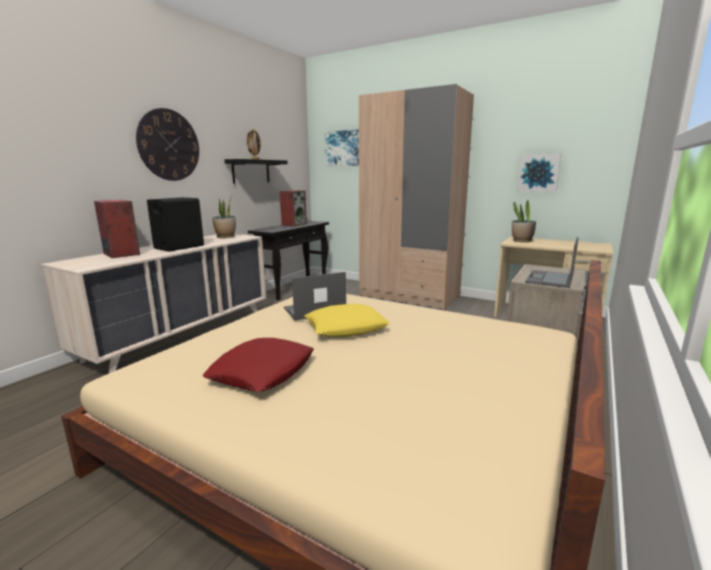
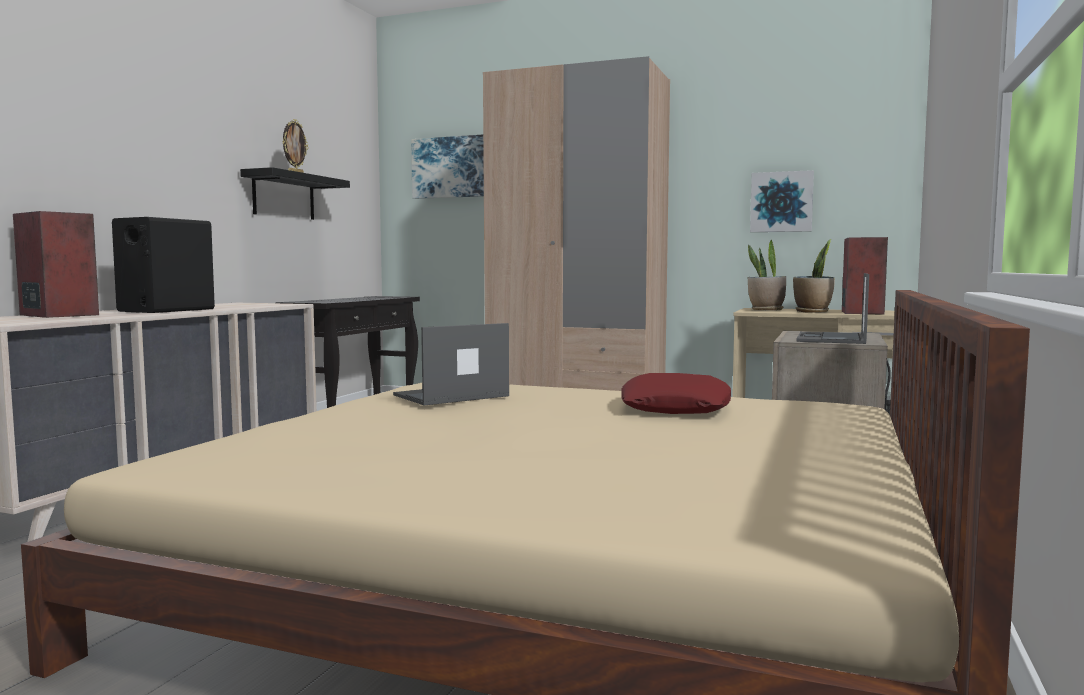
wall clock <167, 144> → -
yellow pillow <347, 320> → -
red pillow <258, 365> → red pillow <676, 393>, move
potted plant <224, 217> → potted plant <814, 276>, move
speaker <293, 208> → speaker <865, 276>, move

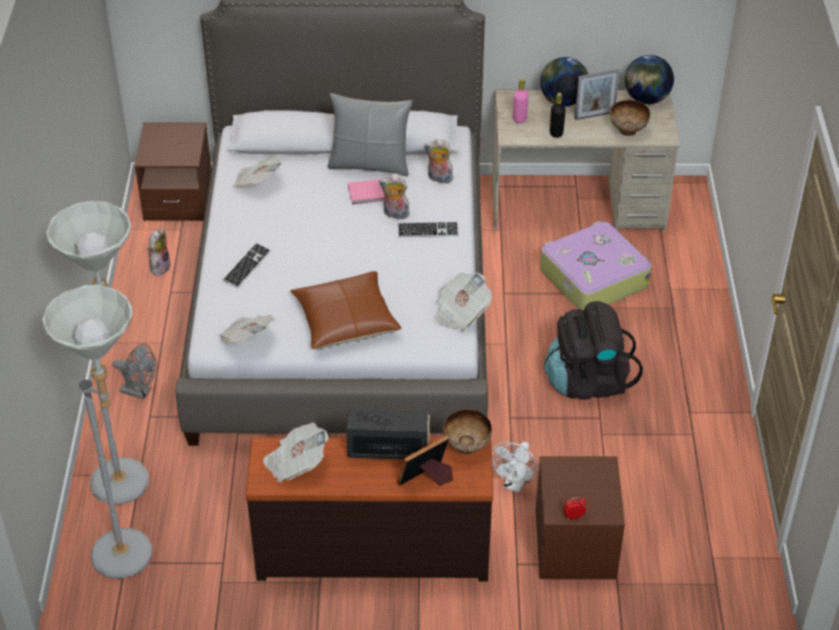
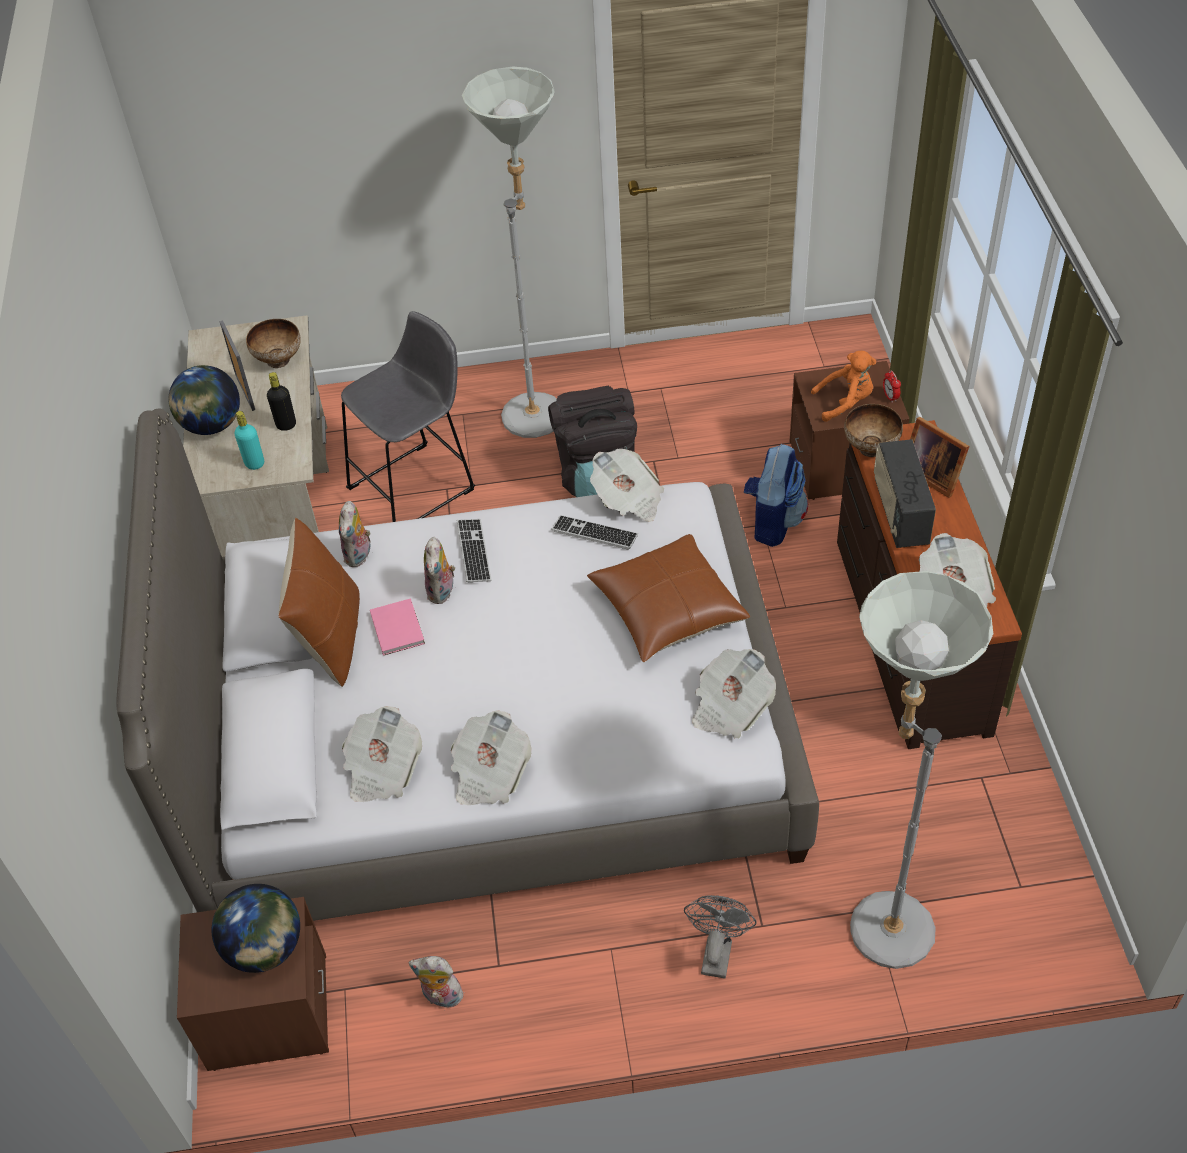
- → newspaper <491, 757>
- → orange plush toy <843, 386>
grey floor lamp <97, 432> → grey floor lamp <509, 252>, move
keyboard <247, 265> → keyboard <595, 532>, move
globe <649, 79> → globe <256, 928>, move
white fan <514, 467> → backpack <776, 495>
suitcase <596, 266> → grey stool <408, 416>
grey pillow <370, 134> → brown pillow <319, 602>
pink bottle <521, 101> → turquoise bottle <249, 440>

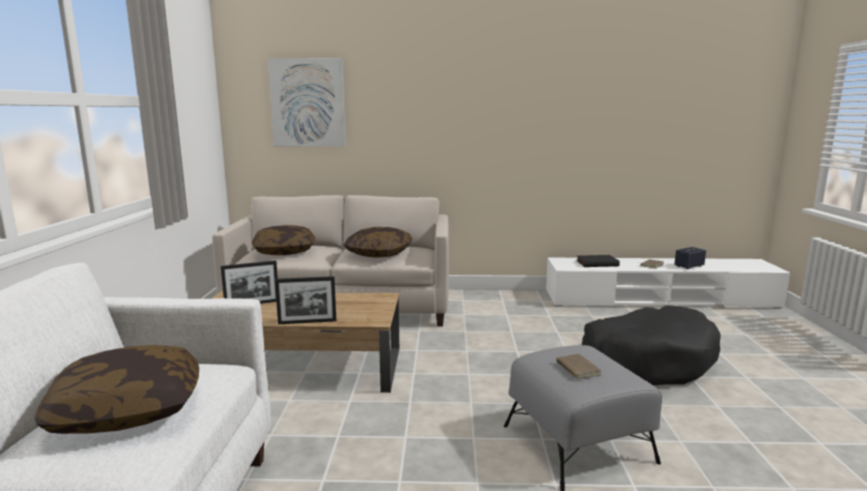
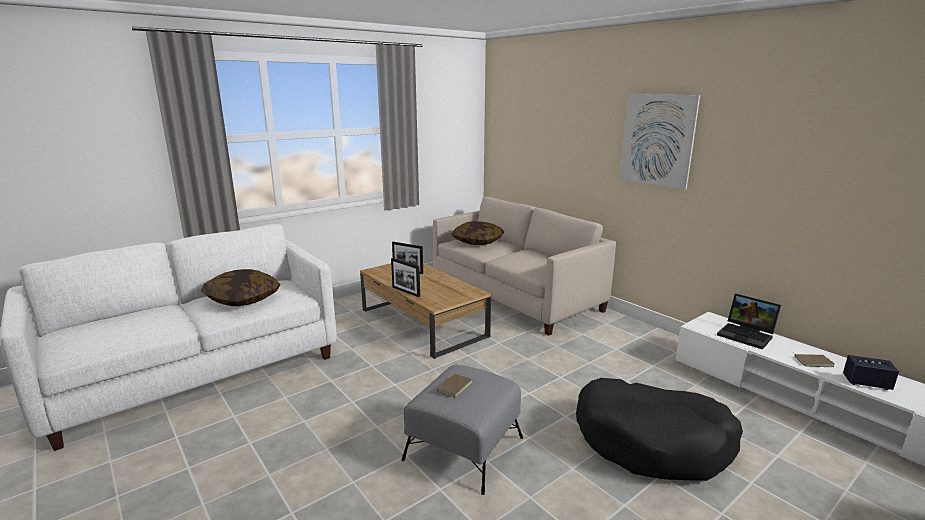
pillow <378, 242> → -
picture <307, 102> → picture <660, 142>, move
black book <598, 261> → laptop <749, 322>

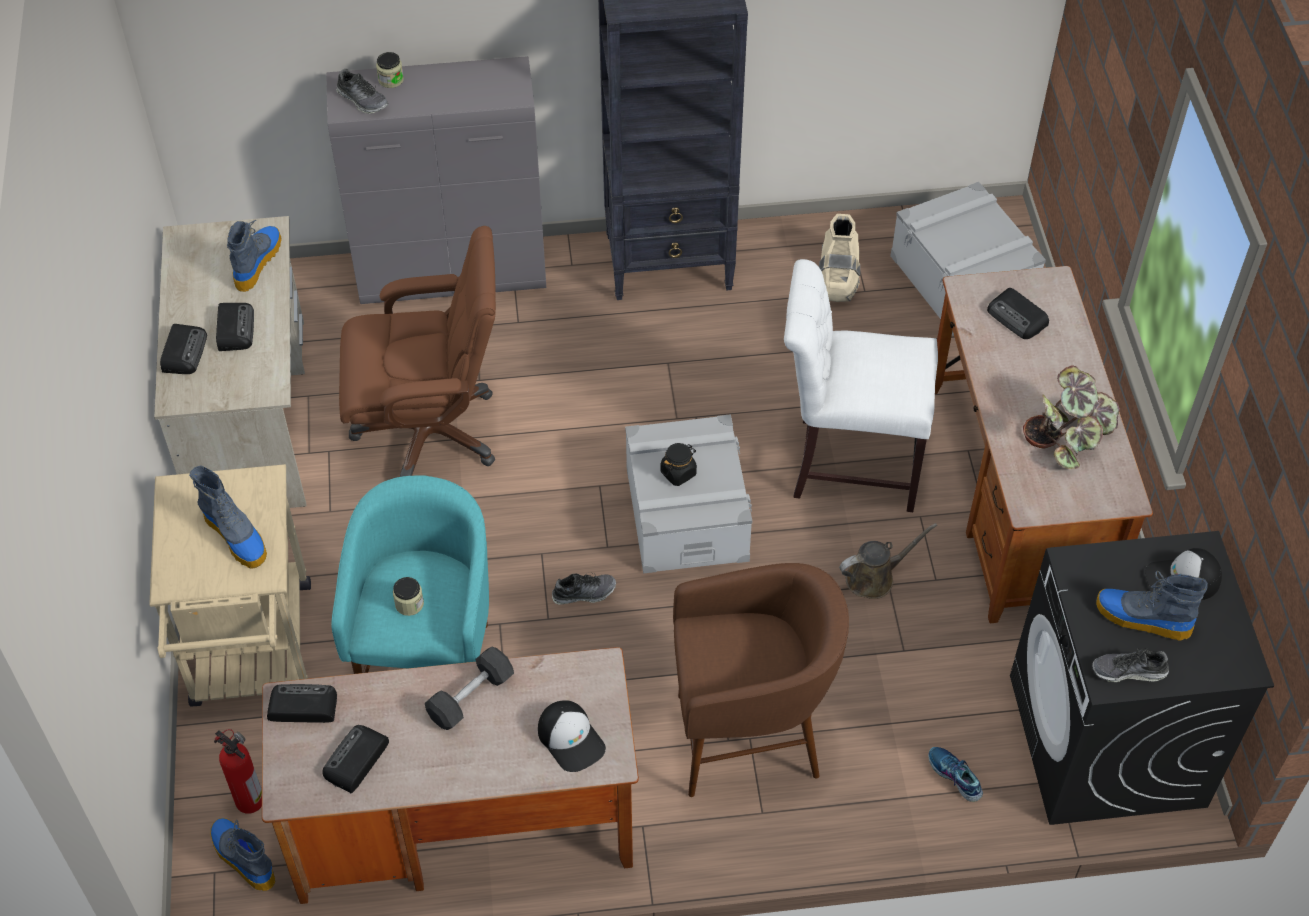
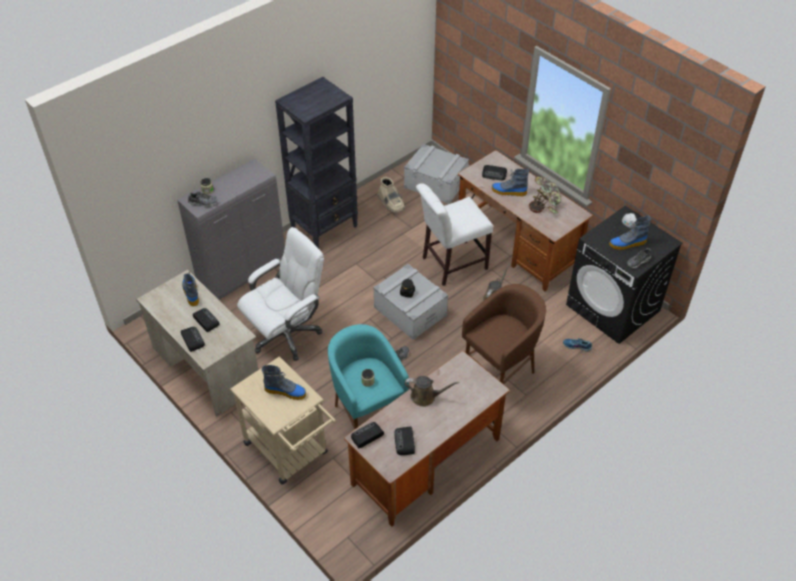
fire extinguisher <238, 771> → -
cap <572, 736> → -
boot <242, 854> → boot <510, 183>, move
grey dumbbell <469, 688> → brown watering can <431, 391>
brown office chair <417, 351> → white office chair <280, 294>

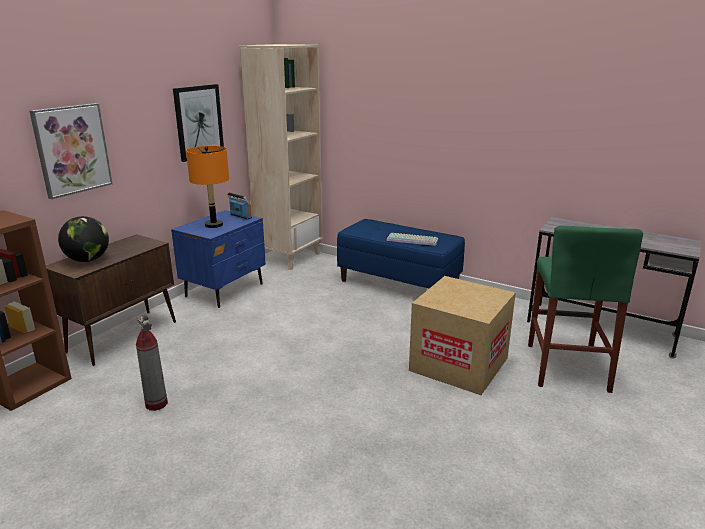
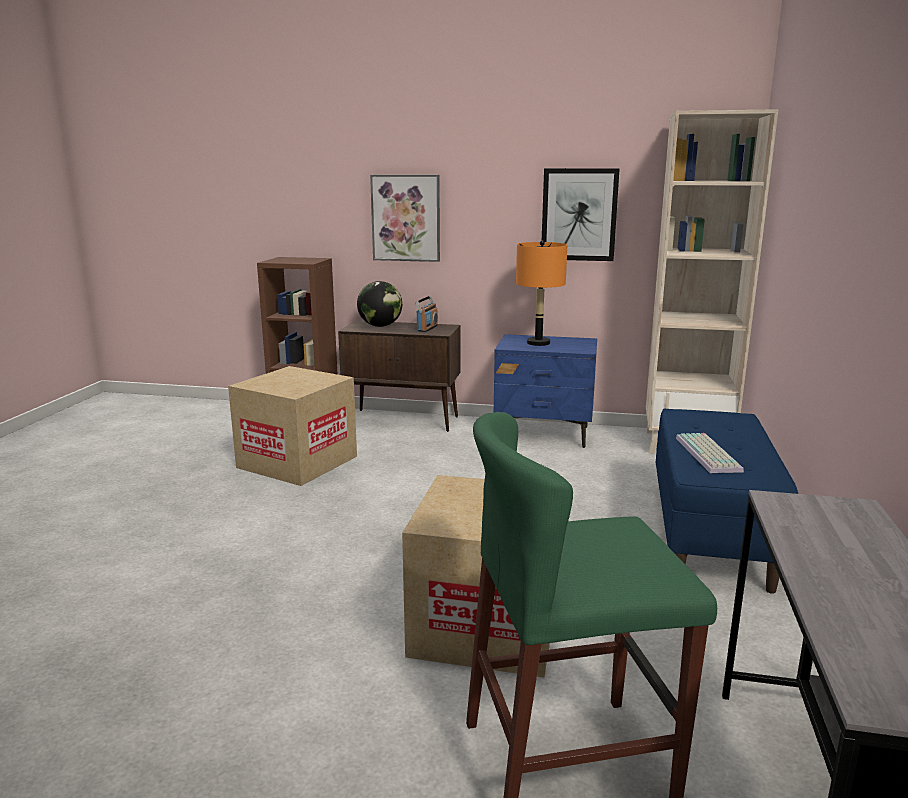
radio <239, 206> → radio <426, 314>, move
fire extinguisher <152, 362> → cardboard box <292, 426>

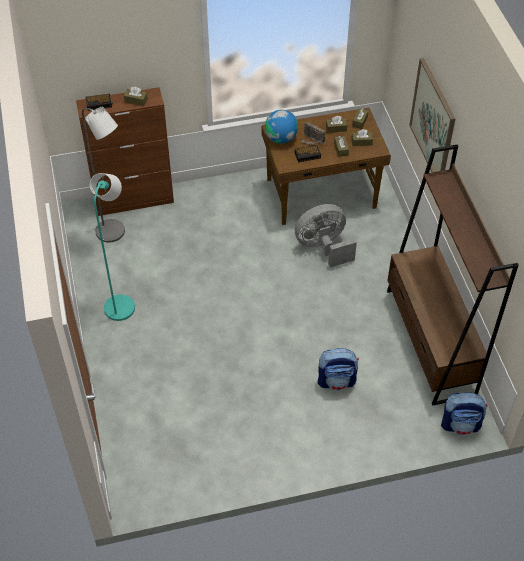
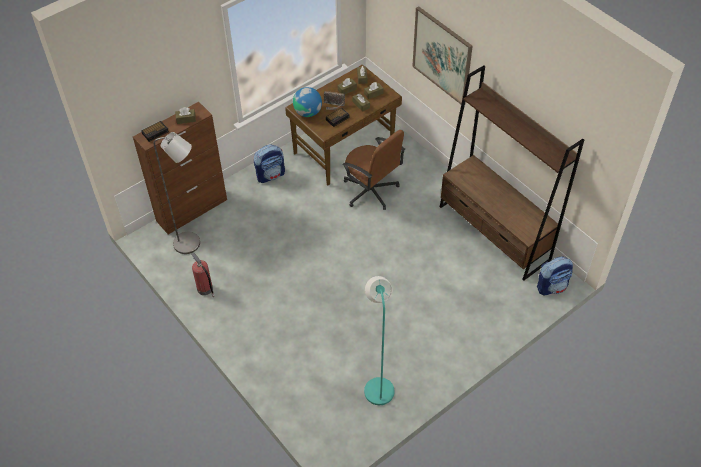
- → fire extinguisher <203, 275>
turquoise floor lamp <112, 247> → turquoise floor lamp <379, 340>, move
backpack <338, 369> → backpack <269, 163>, move
grey fan <326, 235> → brown office chair <373, 170>

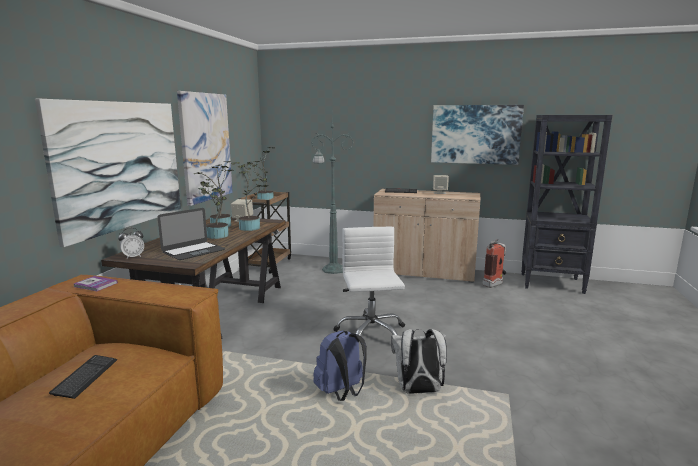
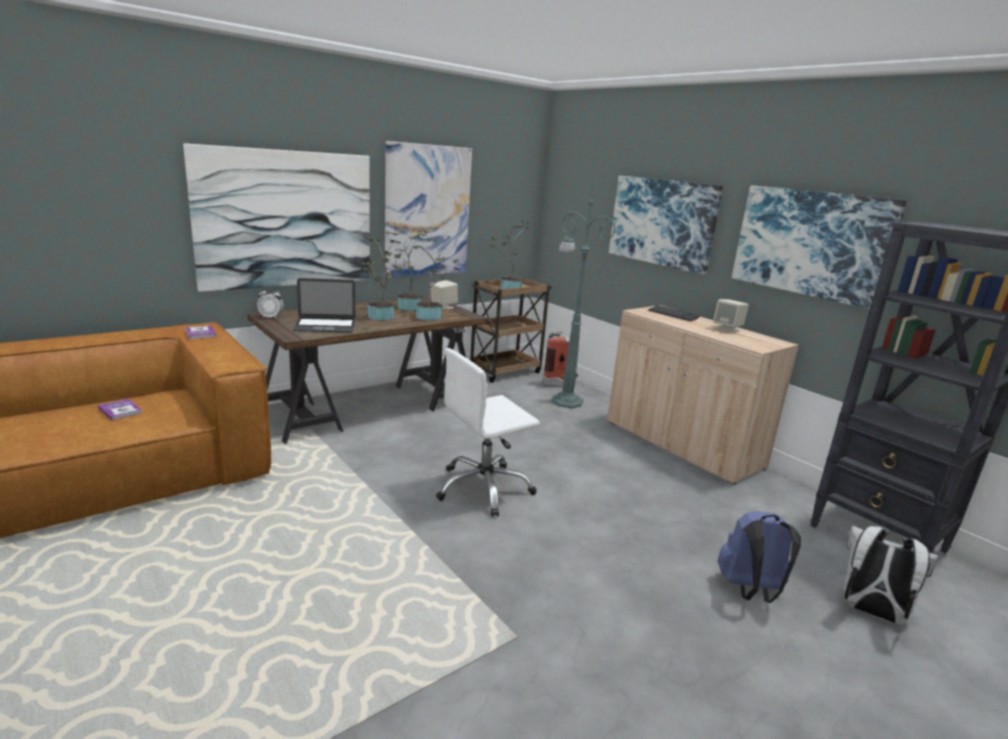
- → picture <666, 225>
blue backpack <340, 365> → blue backpack <759, 557>, move
white backpack <419, 361> → white backpack <891, 574>, move
fire extinguisher <494, 263> → fire extinguisher <560, 359>, move
keyboard <83, 377> → book <120, 410>
white office chair <369, 281> → white office chair <488, 432>, 150 degrees counterclockwise

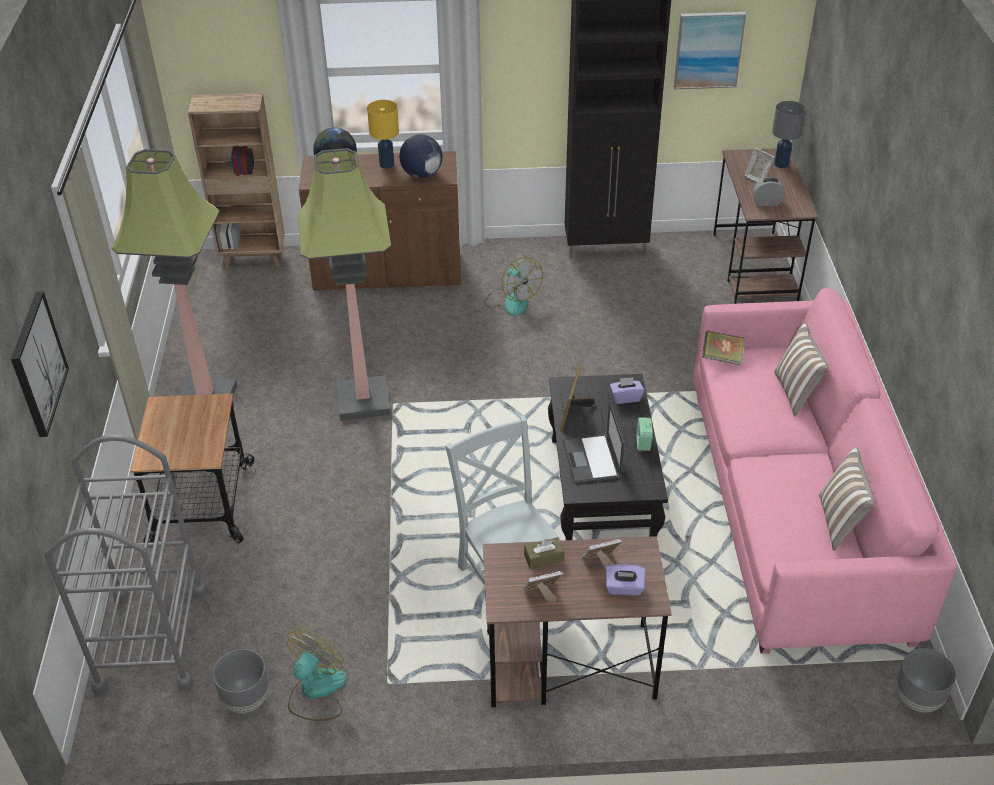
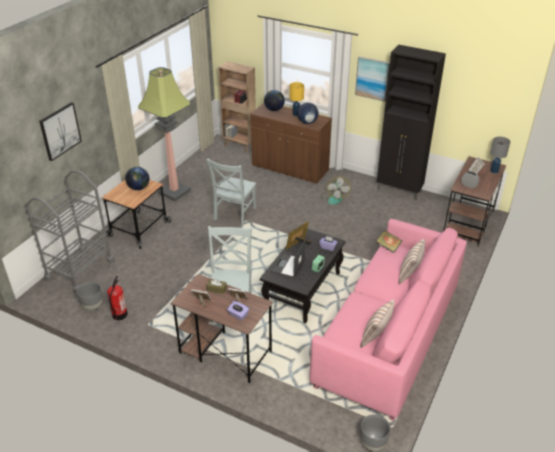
- → globe <137, 178>
picture <710, 50> → picture <372, 79>, move
fan <317, 674> → fire extinguisher <117, 298>
floor lamp <344, 284> → grey chair <231, 192>

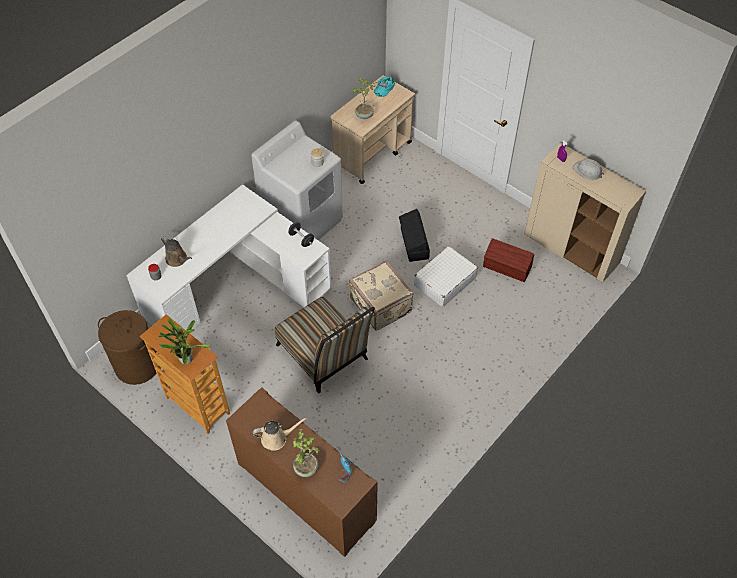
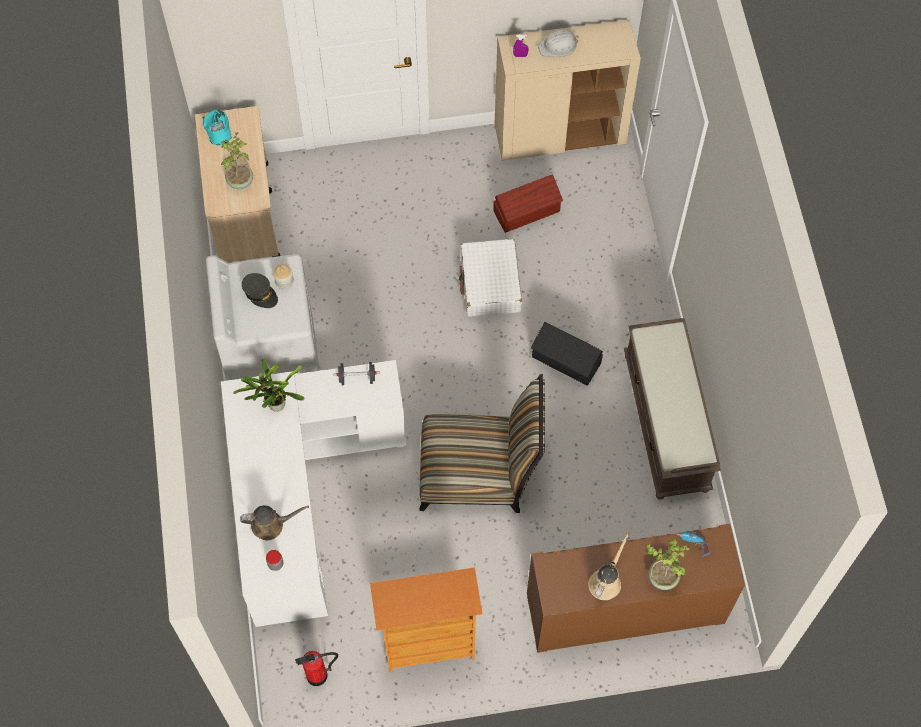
beige suitcase <381, 295> → -
- → grey cap <260, 290>
- → brown bench <672, 409>
potted plant <184, 341> → potted plant <269, 385>, move
black storage box <414, 235> → black storage box <567, 354>, move
brown laundry basket <127, 347> → fire extinguisher <316, 668>

